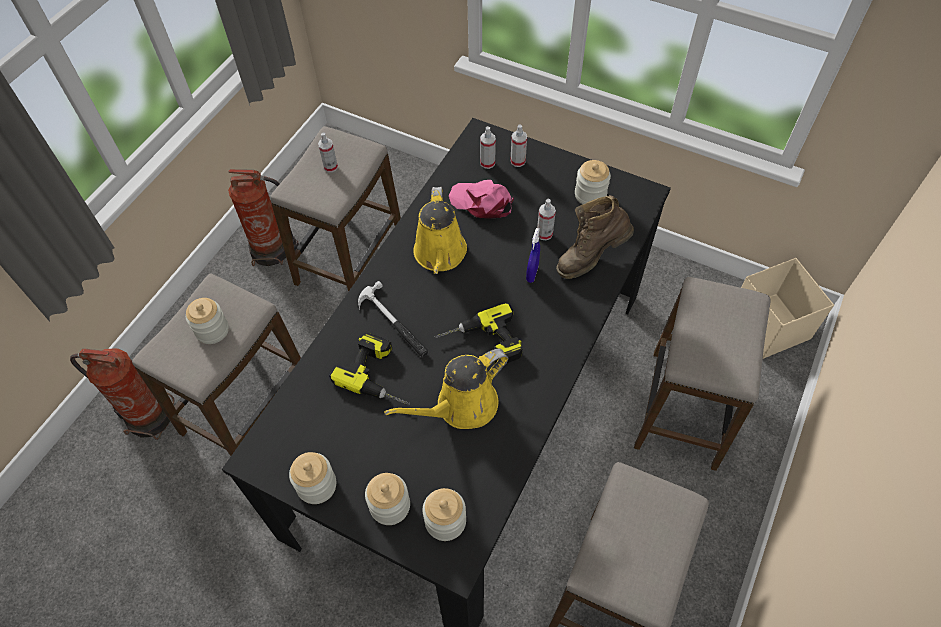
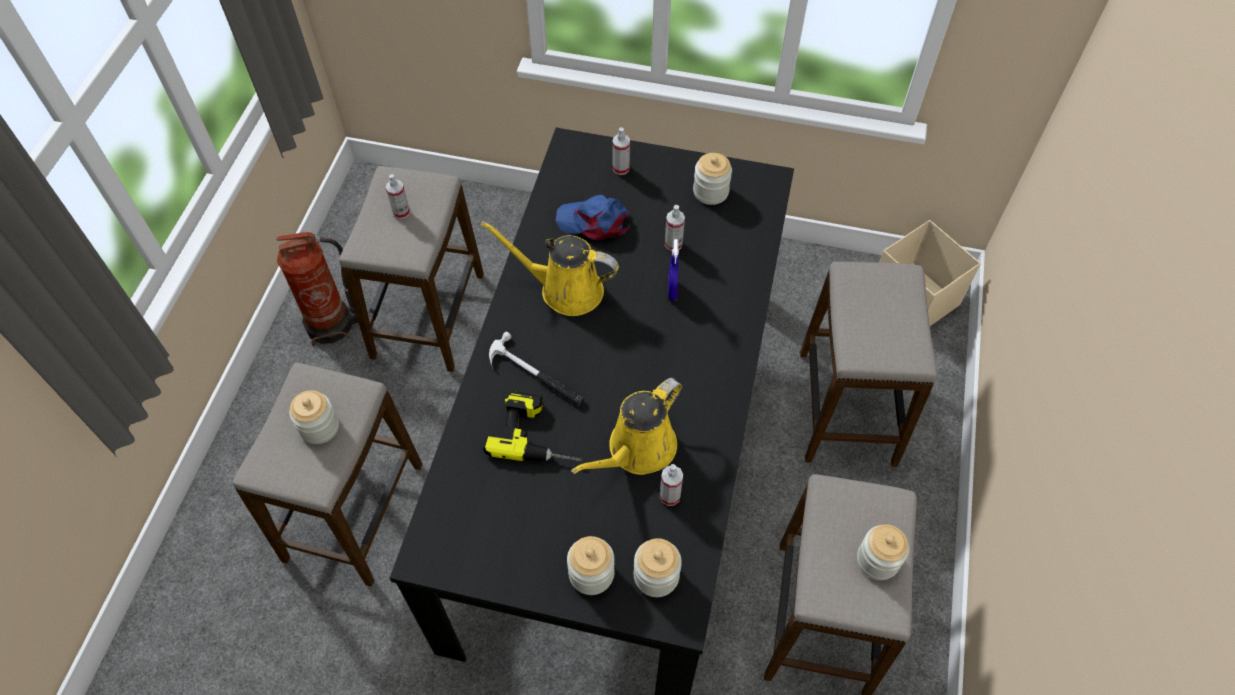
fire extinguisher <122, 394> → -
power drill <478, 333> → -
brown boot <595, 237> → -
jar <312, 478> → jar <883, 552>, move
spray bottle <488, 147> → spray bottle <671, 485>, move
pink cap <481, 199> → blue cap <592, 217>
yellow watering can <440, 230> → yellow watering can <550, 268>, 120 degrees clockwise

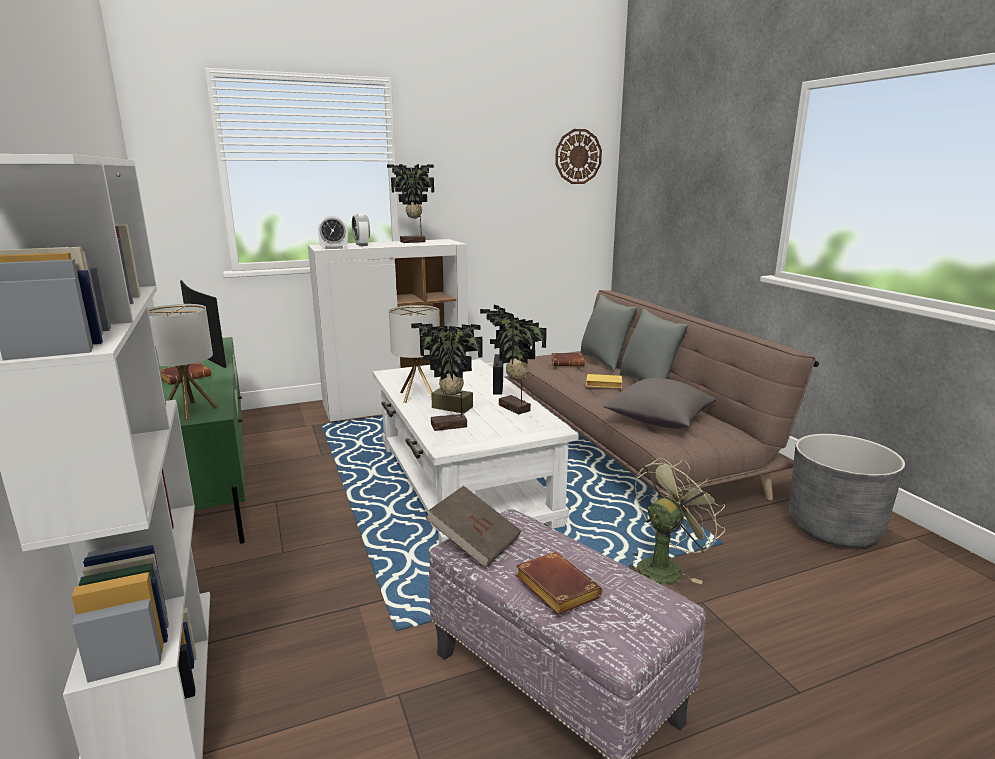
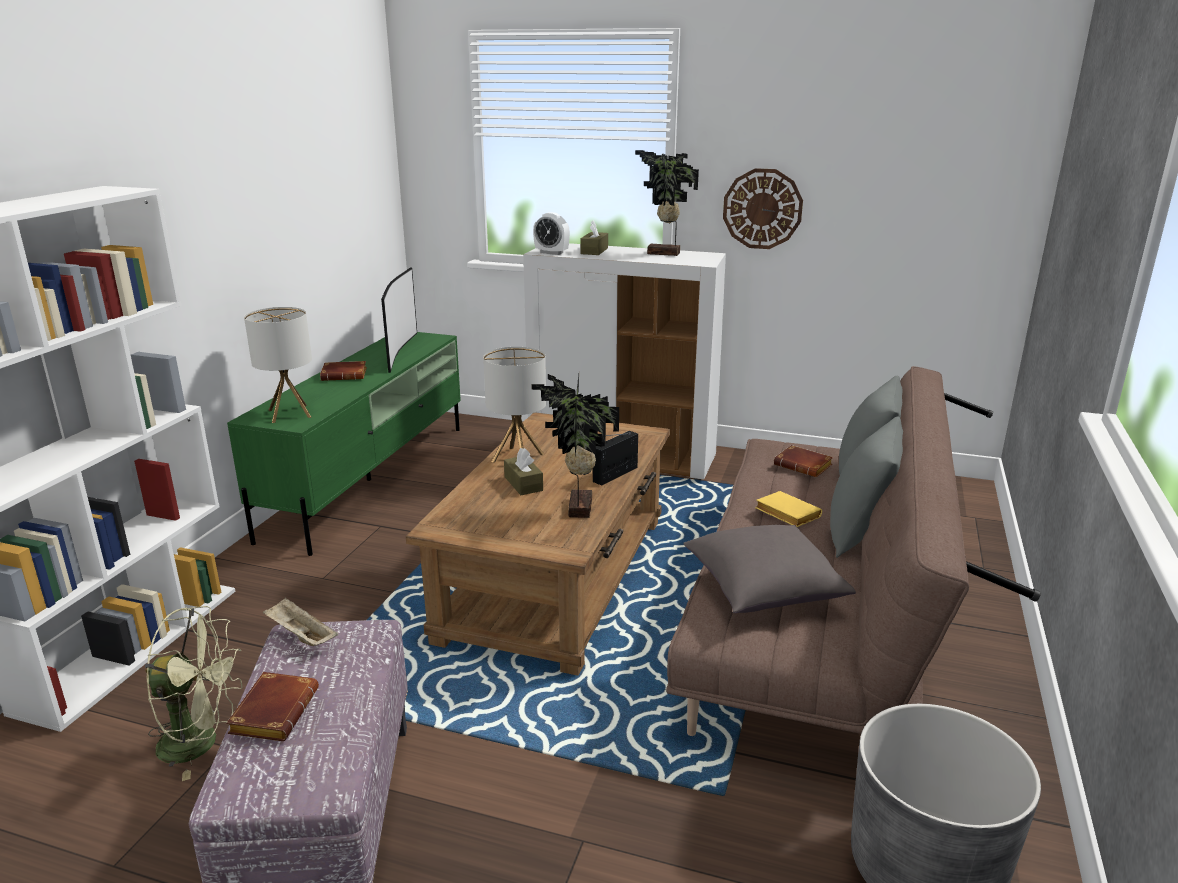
potted plant <447, 377> → -
wall clock <578, 156> → wall clock <763, 208>, move
green fan <675, 521> → green fan <194, 693>, move
alarm clock <361, 229> → brown tissue box <594, 237>
brown book <473, 527> → beige tray <301, 621>
white coffee table <476, 451> → brown coffee table <538, 544>

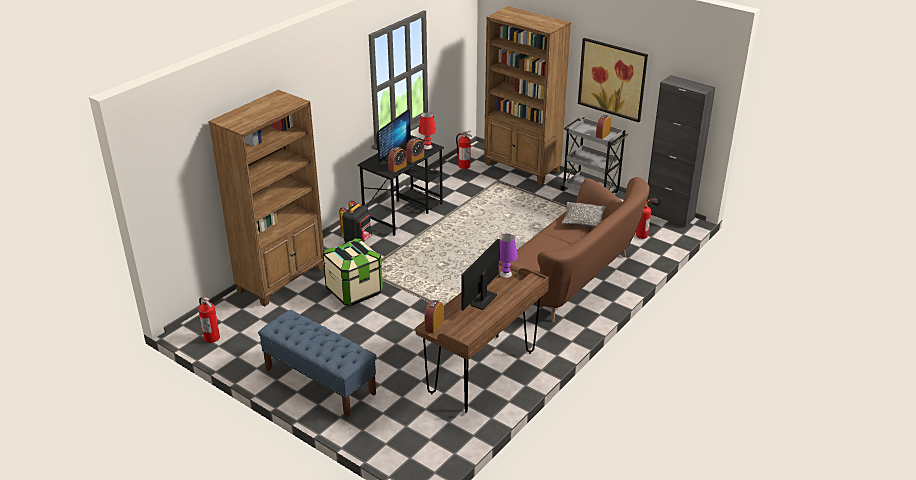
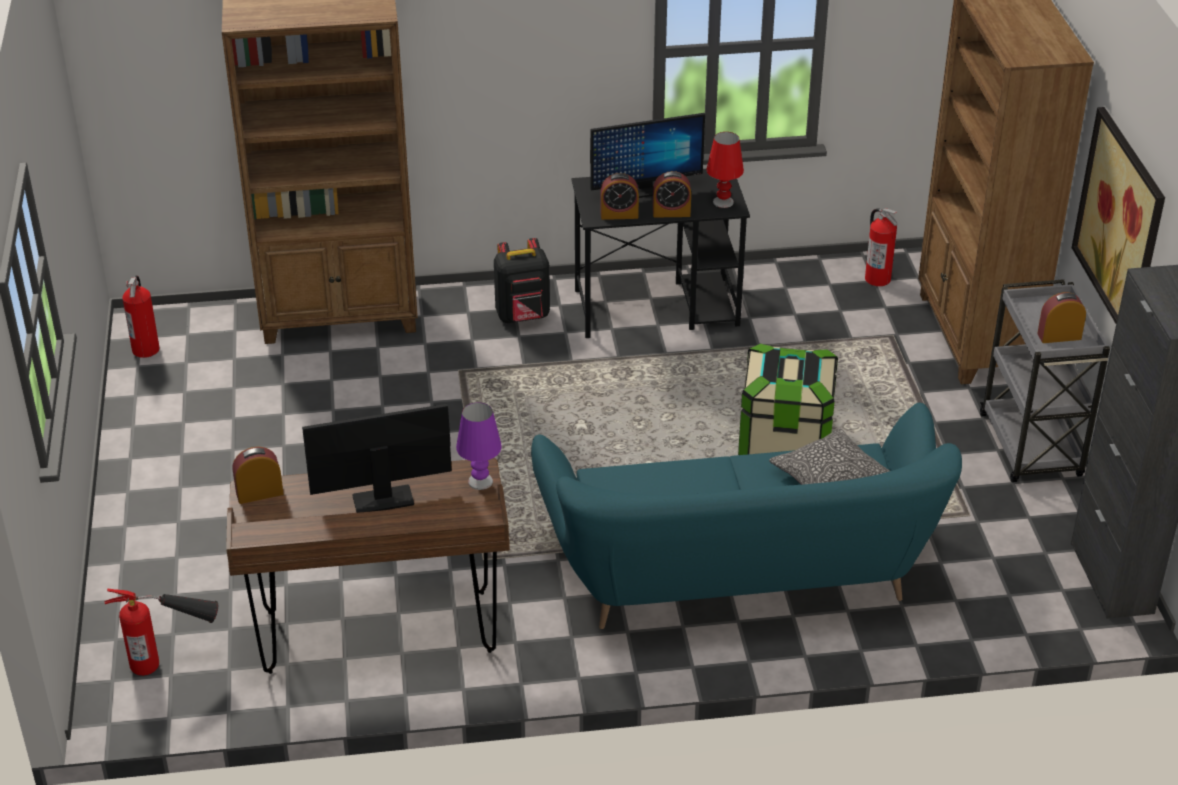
blue bench <317, 364> → -
storage box <353, 272> → storage box <788, 399>, move
fire extinguisher <648, 218> → fire extinguisher <161, 632>, move
brown sofa <574, 249> → turquoise sofa <746, 515>

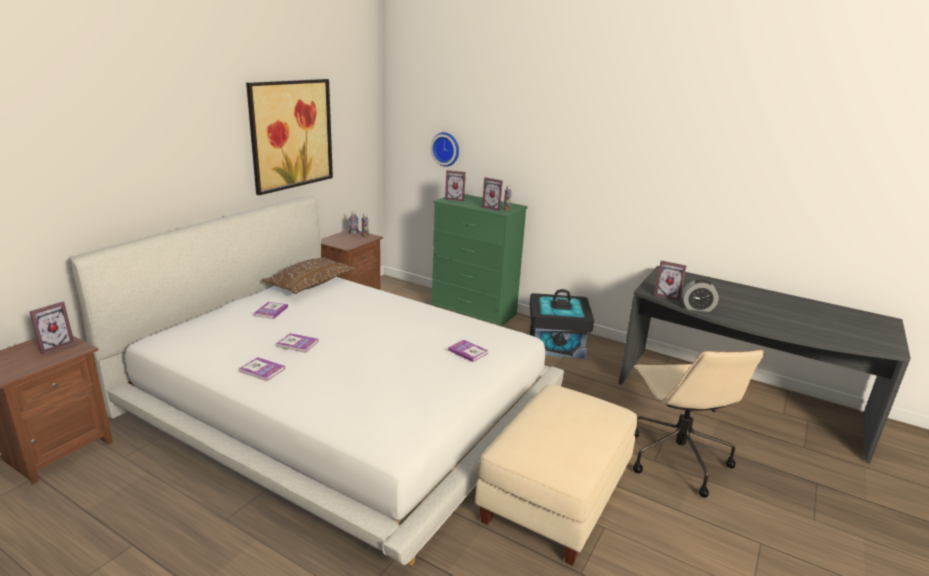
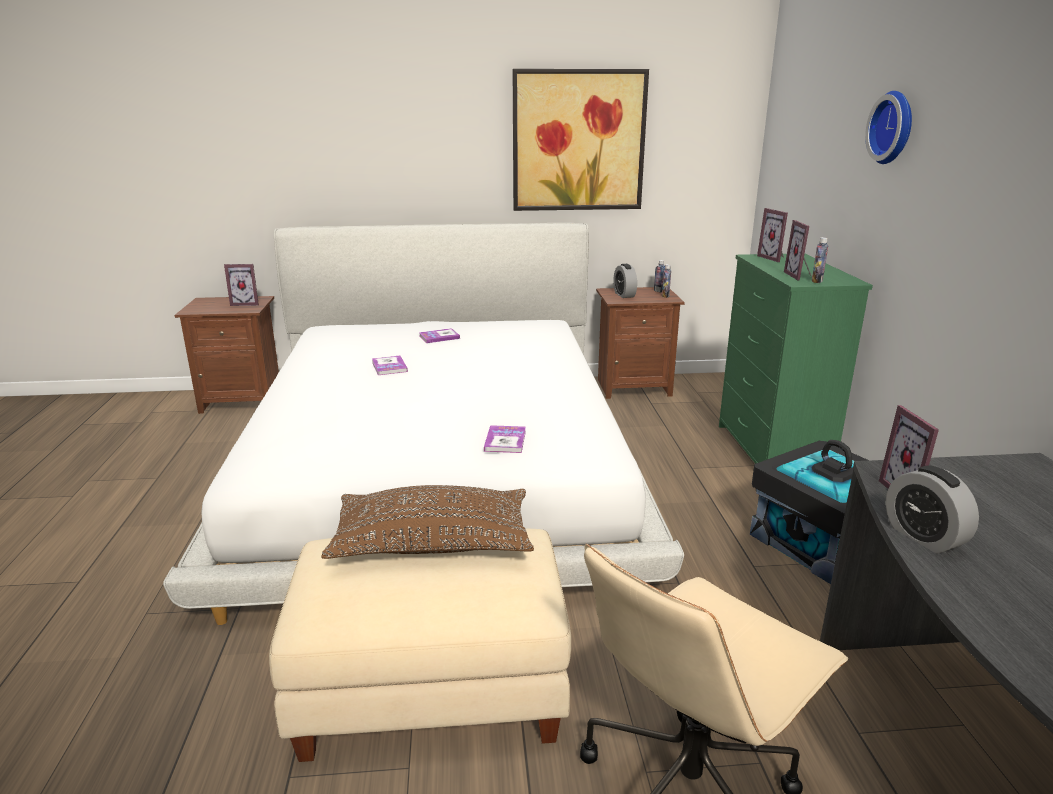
book <262, 369> → -
- → alarm clock <625, 281>
brown pillow <309, 275> → brown pillow <427, 522>, move
wall clock <444, 149> → wall clock <888, 127>, move

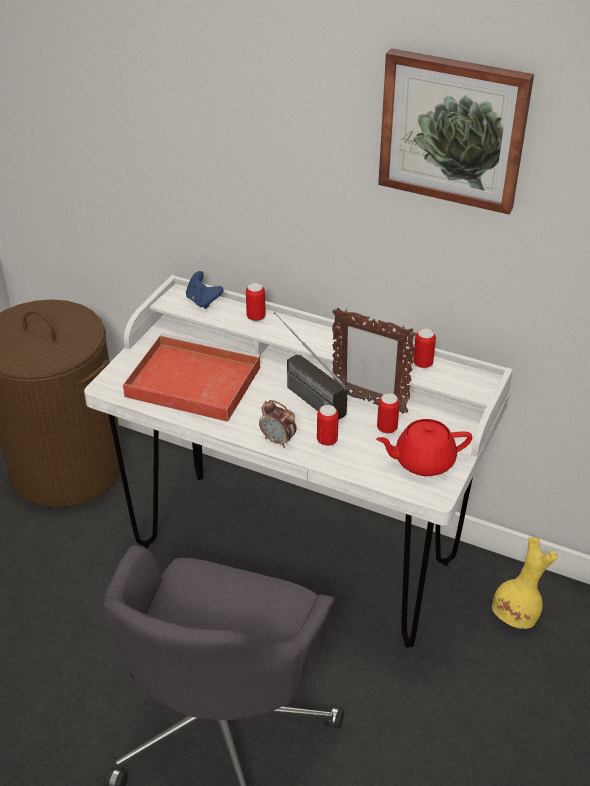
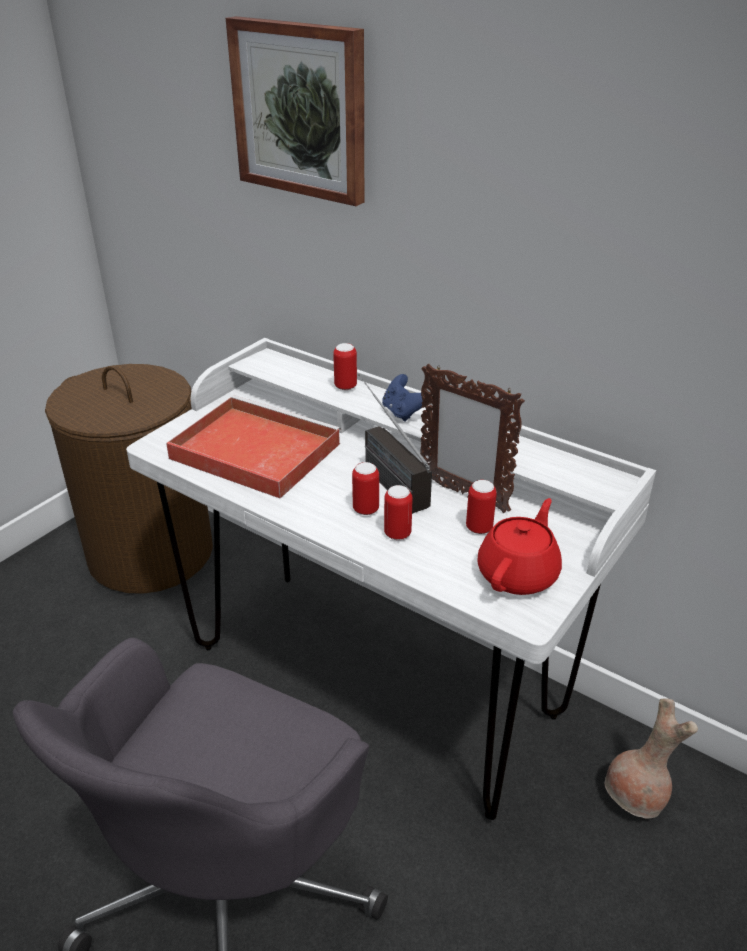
alarm clock <278, 424> → -
blue game controller <205, 290> → blue game controller <402, 398>, move
picture <456, 131> → picture <295, 111>, move
can <424, 348> → can <365, 488>, move
yellow vase <525, 583> → brown vase <651, 758>
red teapot <424, 447> → red teapot <519, 546>, 120 degrees clockwise

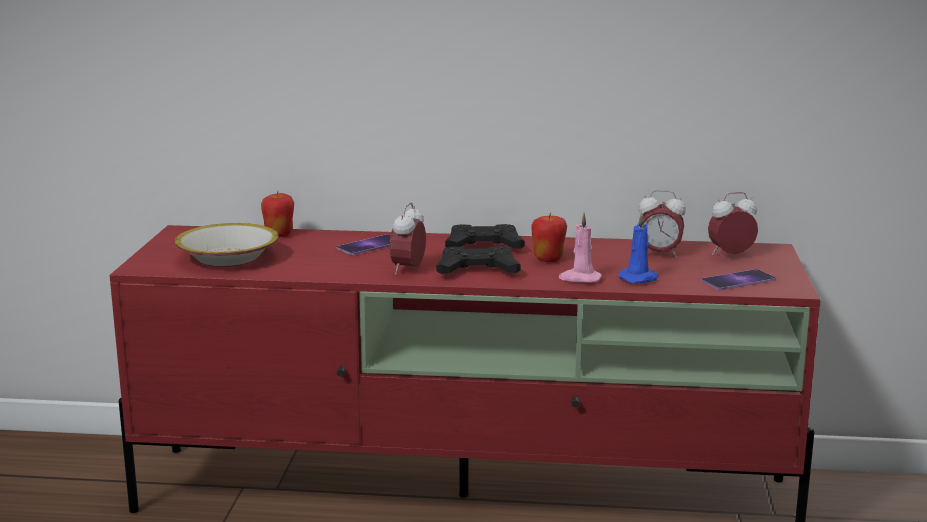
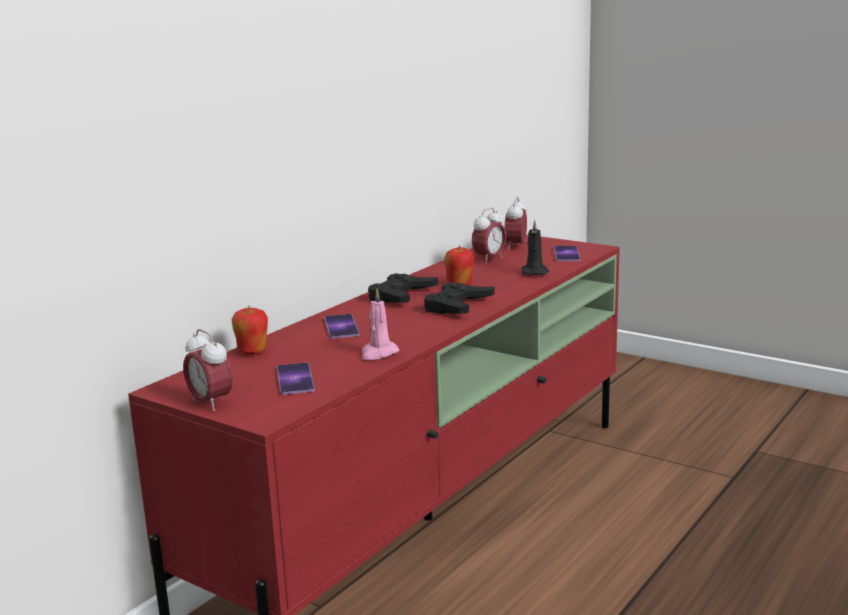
alarm clock <407, 238> → alarm clock <208, 370>, move
pink candle <580, 247> → pink candle <381, 324>, move
bowl <226, 245> → phone <296, 379>
blue candle <639, 247> → black candle <535, 248>

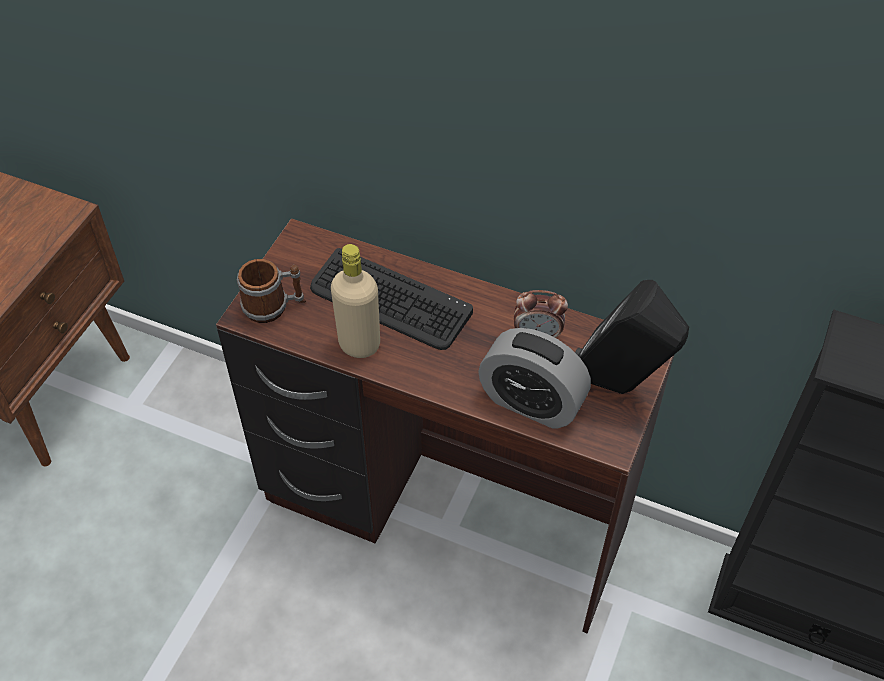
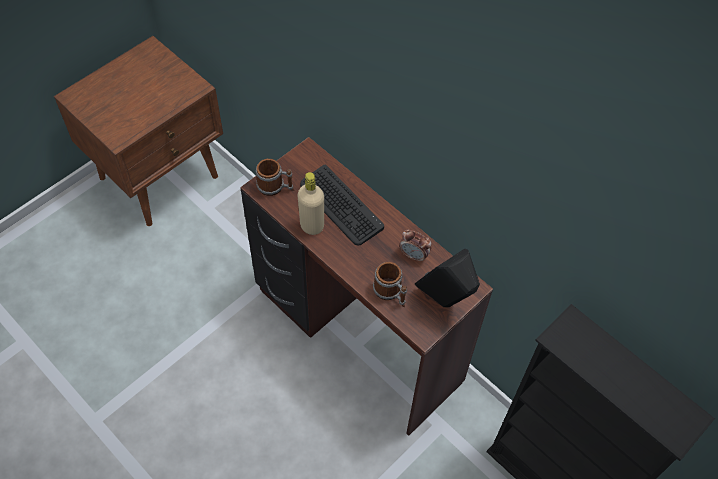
alarm clock <534, 378> → mug <390, 284>

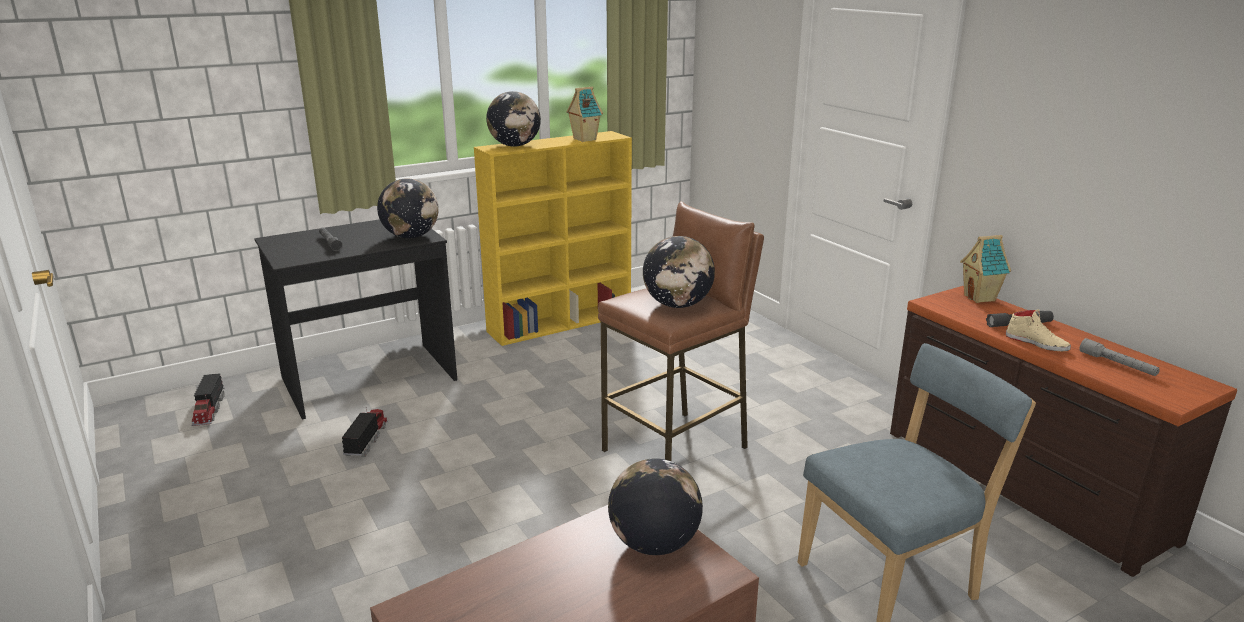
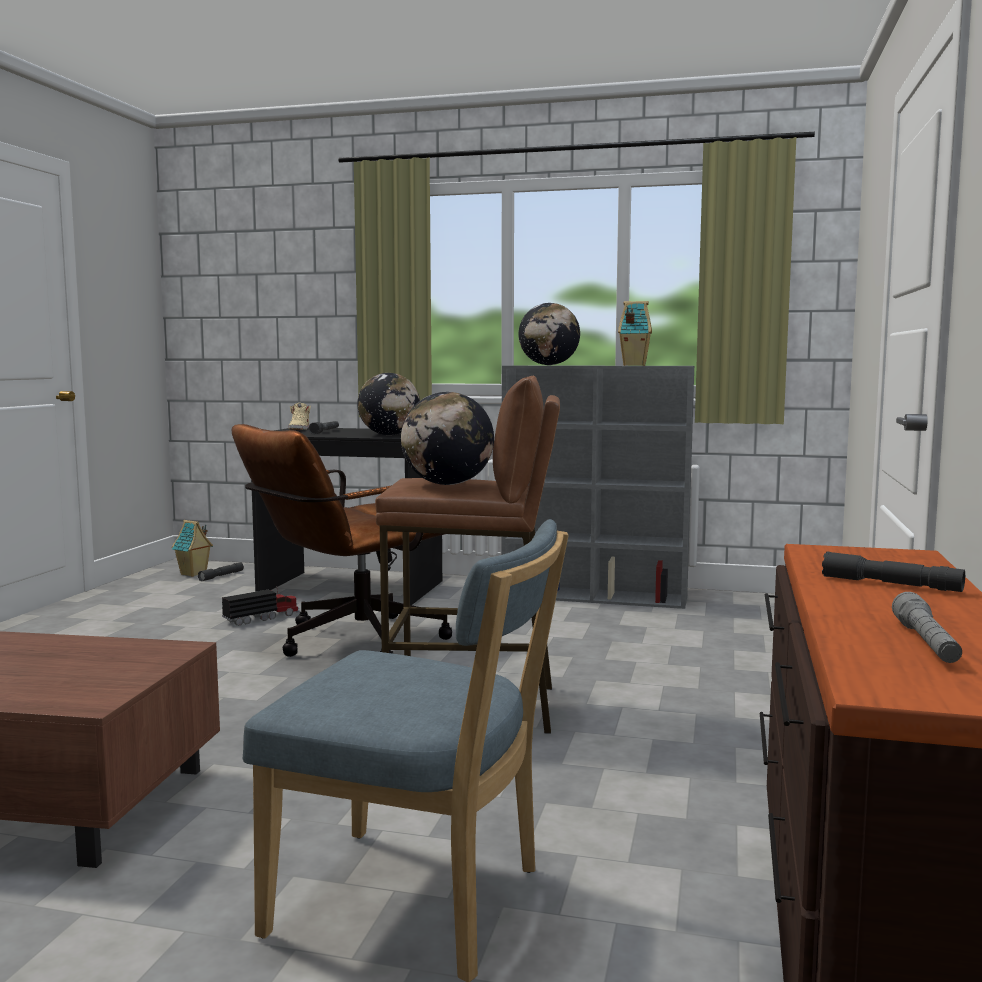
globe <655, 506> → -
- → brown office chair <342, 540>
toy house <985, 269> → toy house <192, 548>, move
beige shoe <1038, 330> → beige shoe <299, 416>, move
toy truck <208, 399> → grey flashlight <221, 571>
yellow bookcase <553, 238> → grey bookcase <598, 487>

